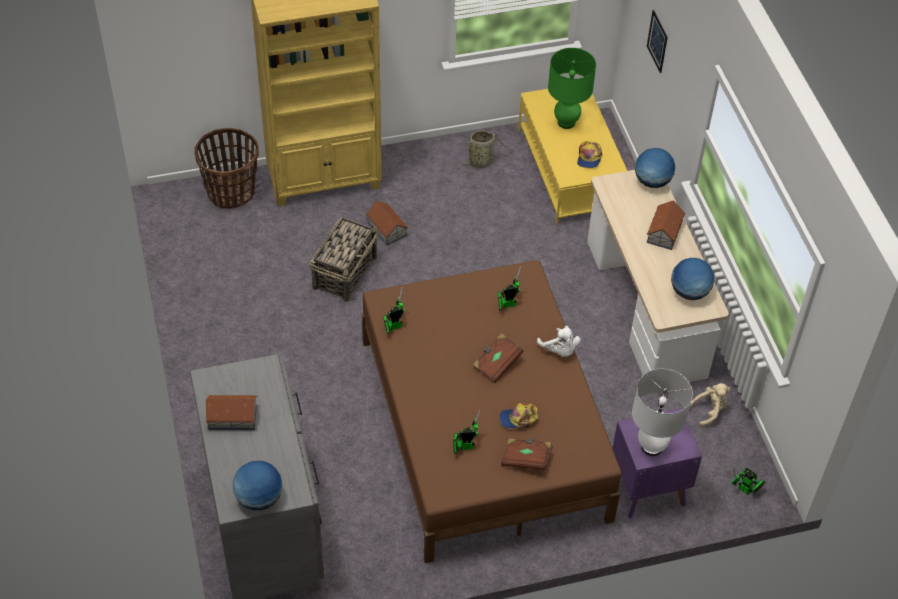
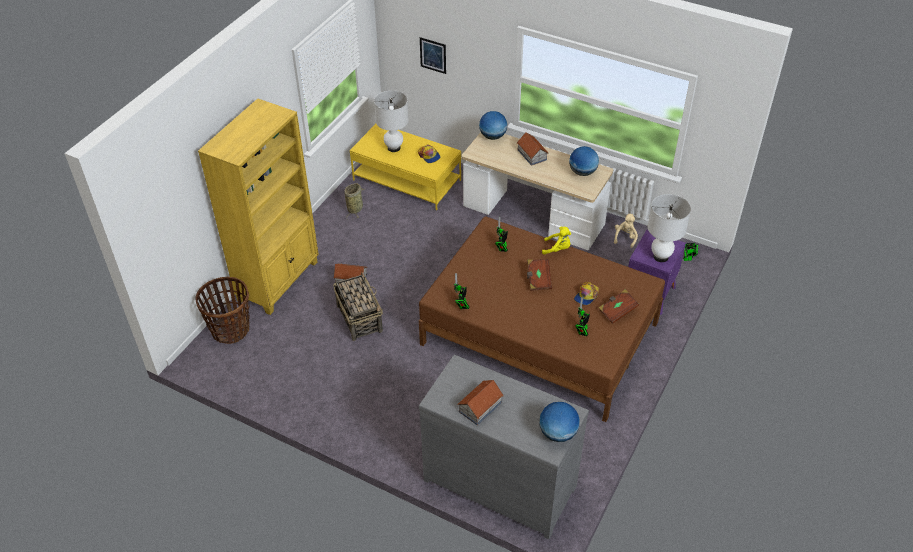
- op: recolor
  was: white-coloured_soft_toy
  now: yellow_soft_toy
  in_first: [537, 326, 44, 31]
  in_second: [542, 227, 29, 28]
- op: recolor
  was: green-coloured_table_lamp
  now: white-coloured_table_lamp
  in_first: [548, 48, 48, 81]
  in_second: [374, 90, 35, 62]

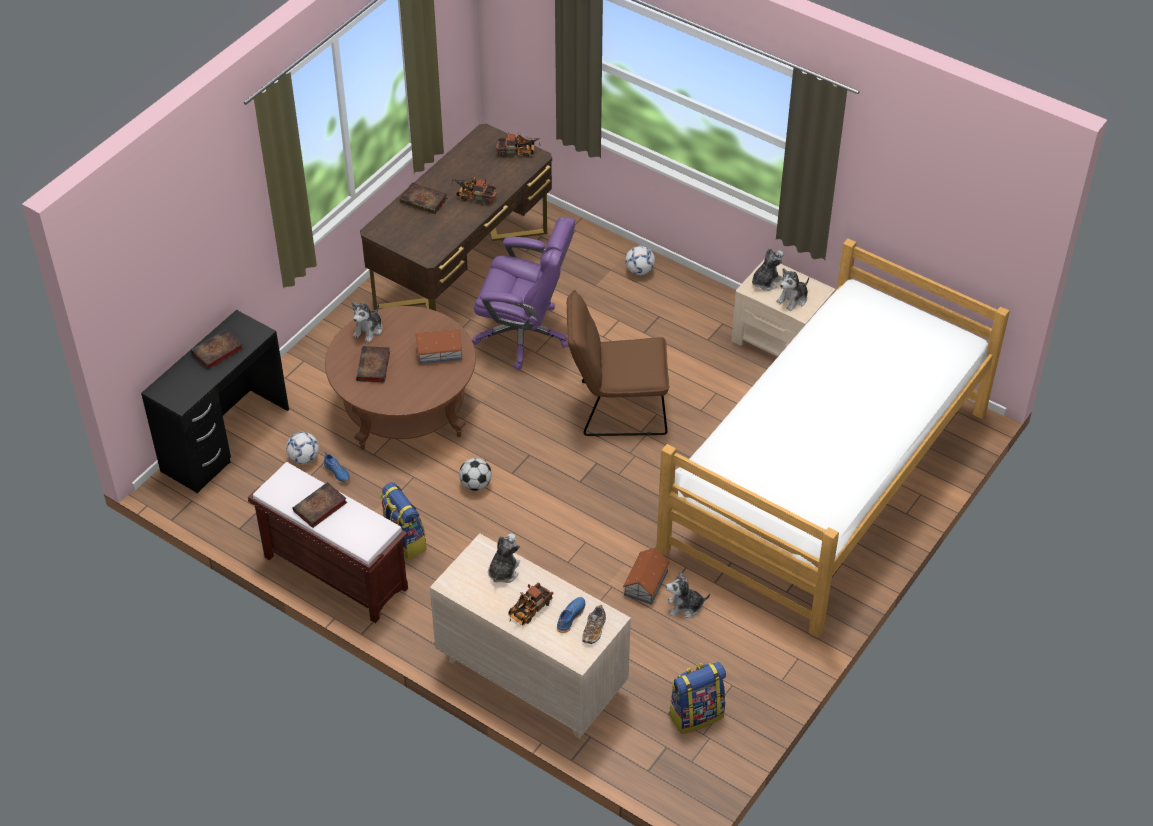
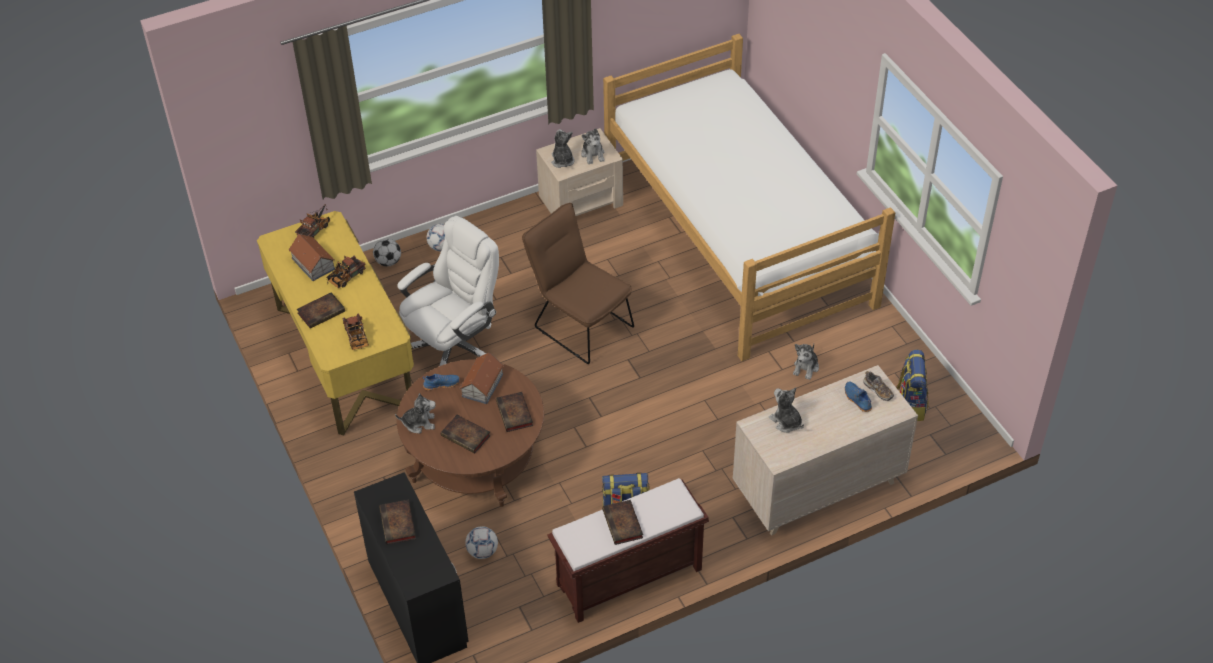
- op: move
  was: bluish_shoe
  in_first: [323, 452, 27, 31]
  in_second: [422, 374, 38, 17]
- op: rotate
  was: soft_toy
  in_first: [351, 302, 32, 40]
  in_second: [395, 393, 41, 41]
  clockwise: -60
- op: recolor
  was: brown_desk_table
  now: yellow_desk_table
  in_first: [360, 124, 192, 187]
  in_second: [257, 211, 157, 224]
- op: move
  was: football
  in_first: [459, 458, 33, 33]
  in_second: [373, 239, 28, 27]
- op: recolor
  was: purplish_office_chair
  now: white-coloured_office_chair
  in_first: [472, 217, 103, 153]
  in_second: [397, 216, 102, 150]
- op: move
  was: toy_lorry
  in_first: [508, 582, 46, 44]
  in_second: [343, 314, 26, 36]
- op: rotate
  was: brown_chair
  in_first: [567, 290, 102, 147]
  in_second: [522, 203, 112, 161]
  clockwise: 105
- op: move
  was: toy_house
  in_first: [623, 547, 47, 57]
  in_second: [289, 234, 46, 47]
- op: insert
  now: book
  in_second: [496, 392, 37, 40]

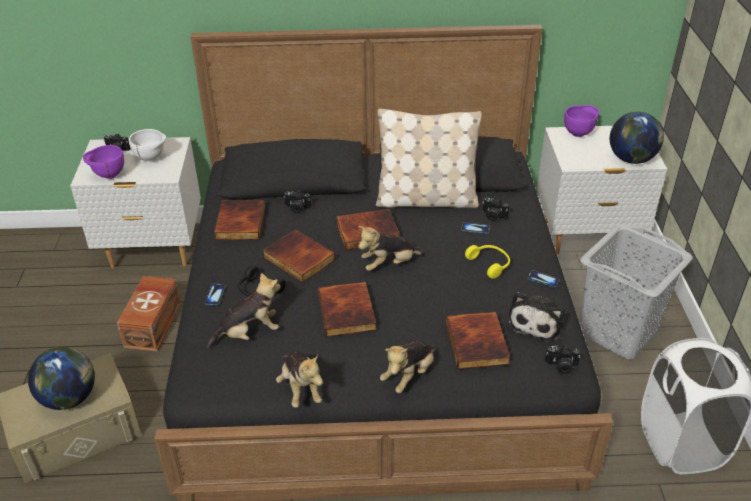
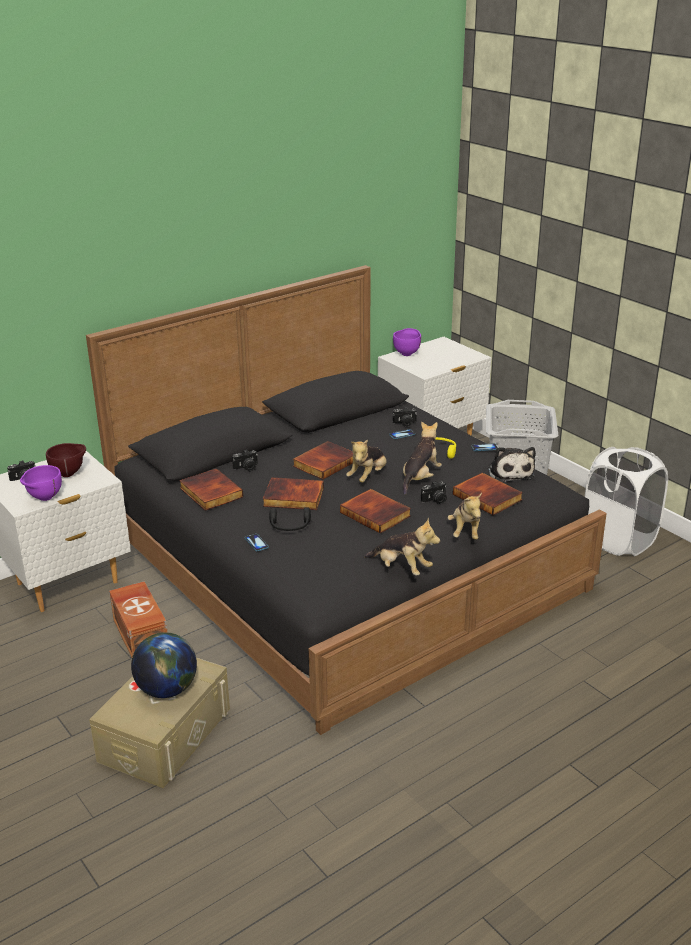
- op: recolor
  was: white-coloured_serving_bowl
  now: brown_serving_bowl
  in_first: [129, 129, 37, 33]
  in_second: [46, 443, 40, 34]
- op: move
  was: soft_toy
  in_first: [207, 272, 74, 76]
  in_second: [403, 422, 39, 73]
- op: delete
  was: beige_pillow
  in_first: [376, 109, 106, 99]
- op: move
  was: photo_camera
  in_first: [545, 345, 36, 30]
  in_second: [421, 481, 26, 23]
- op: delete
  was: globe
  in_first: [610, 112, 54, 52]

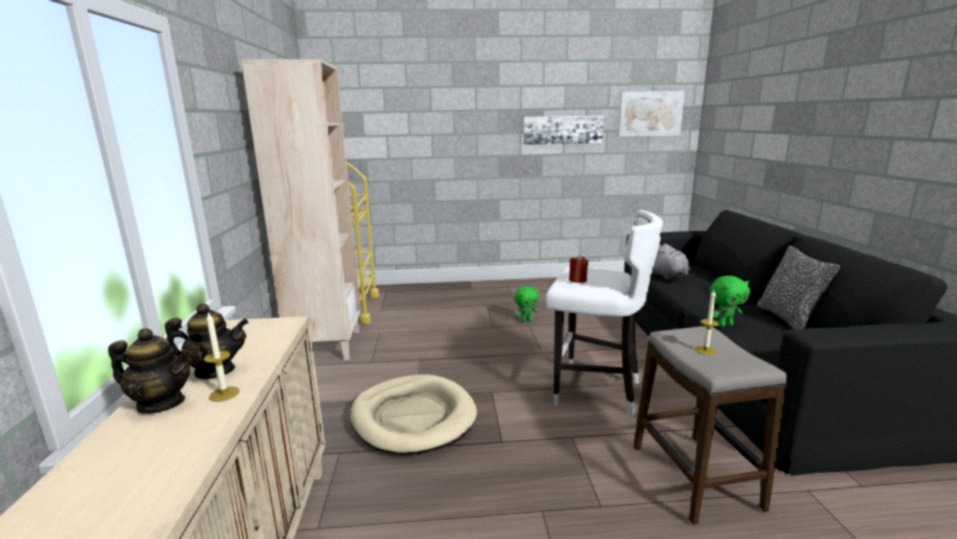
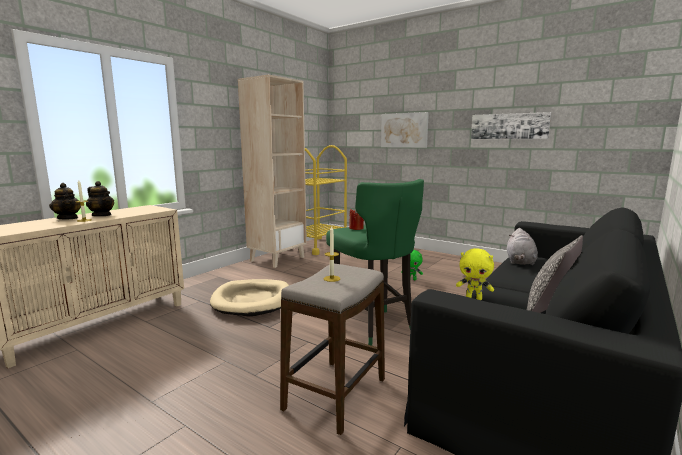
- op: recolor
  was: white-coloured_stool
  now: green-coloured_stool
  in_first: [545, 210, 118, 206]
  in_second: [326, 179, 98, 167]
- op: move
  was: wall_art
  in_first: [618, 91, 67, 46]
  in_second: [381, 112, 48, 36]
- op: recolor
  was: green-coloured_soft_toy
  now: yellow_soft_toy
  in_first: [710, 276, 40, 51]
  in_second: [456, 248, 38, 52]

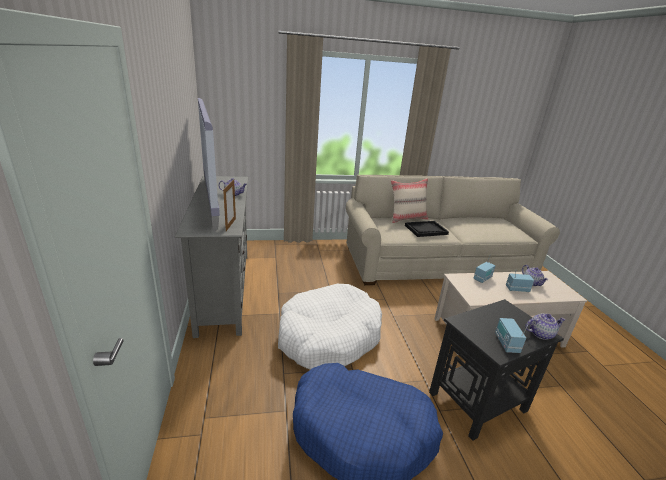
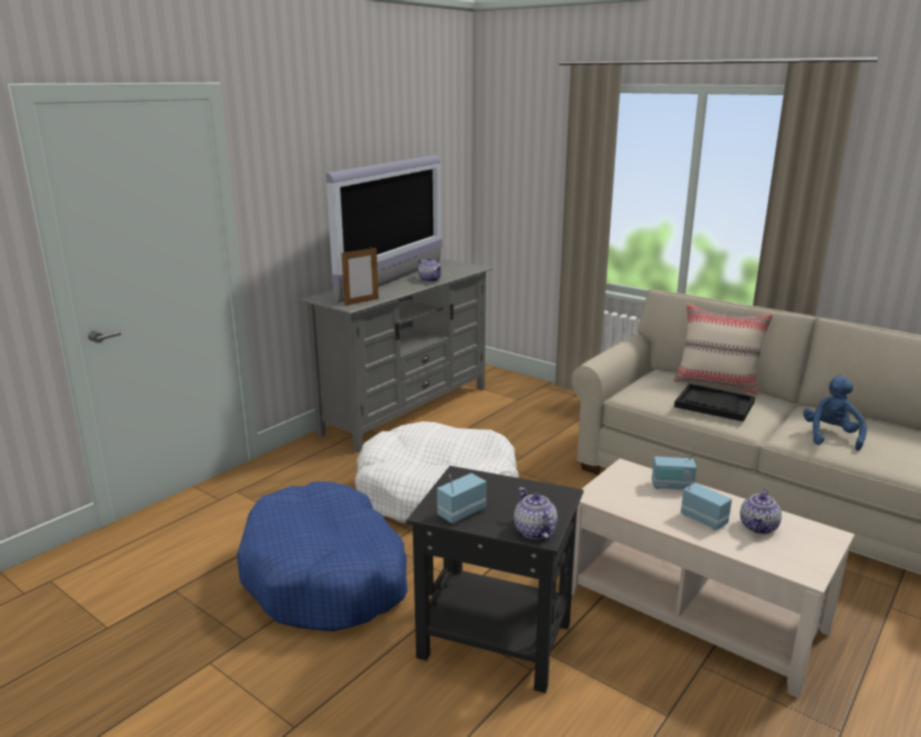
- op: rotate
  was: teapot
  in_first: [525, 313, 41, 27]
  in_second: [514, 487, 43, 52]
  clockwise: -150
- op: insert
  now: bluish_soft_toy
  in_second: [803, 376, 64, 75]

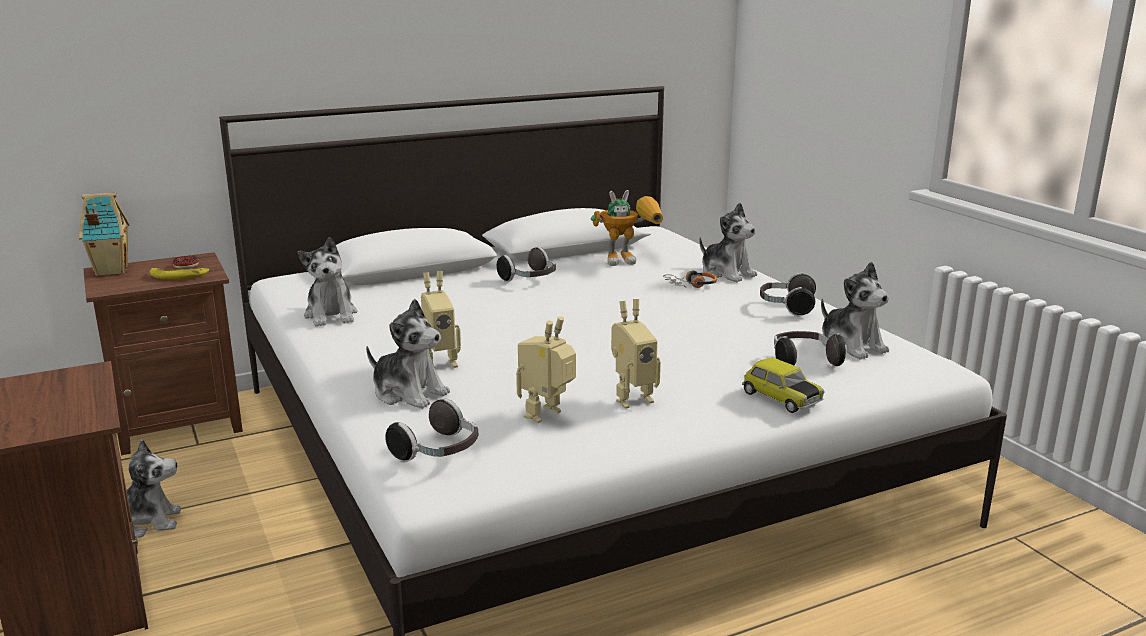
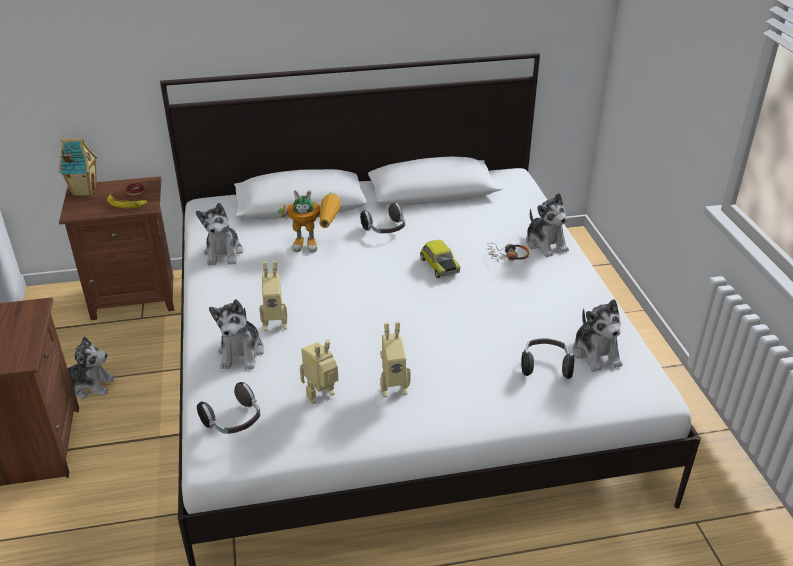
- op: rotate
  was: soft_toy
  in_first: [366, 299, 84, 110]
  in_second: [209, 299, 55, 70]
  clockwise: 45
- op: move
  was: model_robot
  in_first: [591, 190, 72, 76]
  in_second: [278, 190, 63, 63]
- op: move
  was: toy_car
  in_first: [742, 358, 83, 55]
  in_second: [420, 240, 40, 38]
- op: delete
  was: pair_of_headphones
  in_first: [760, 273, 56, 44]

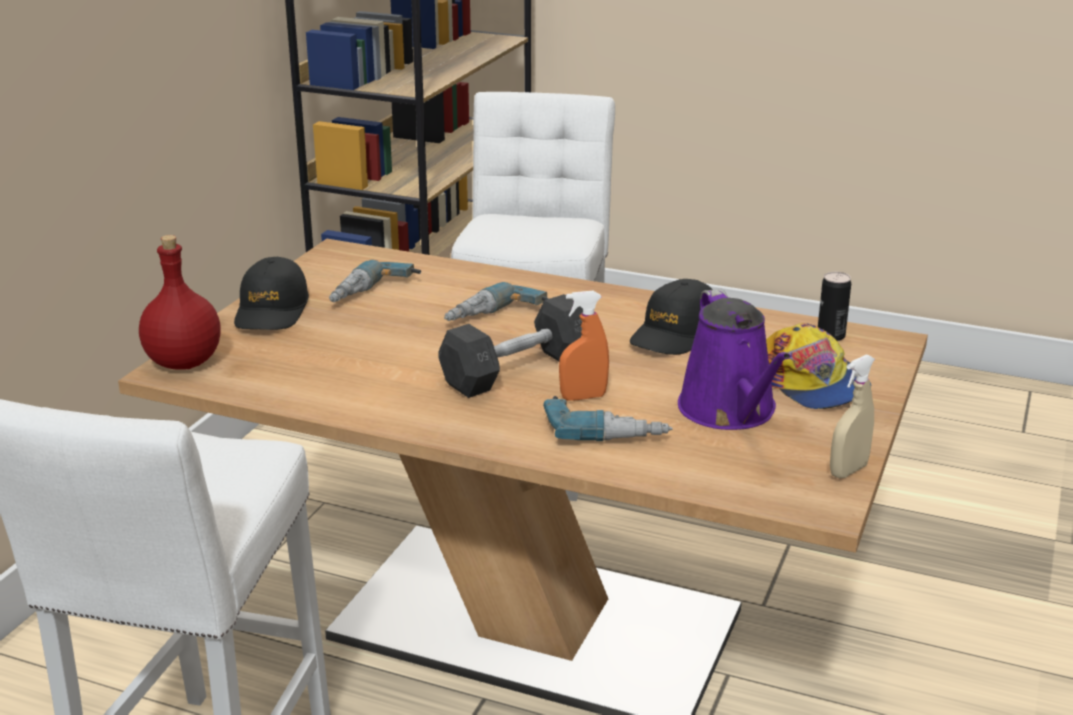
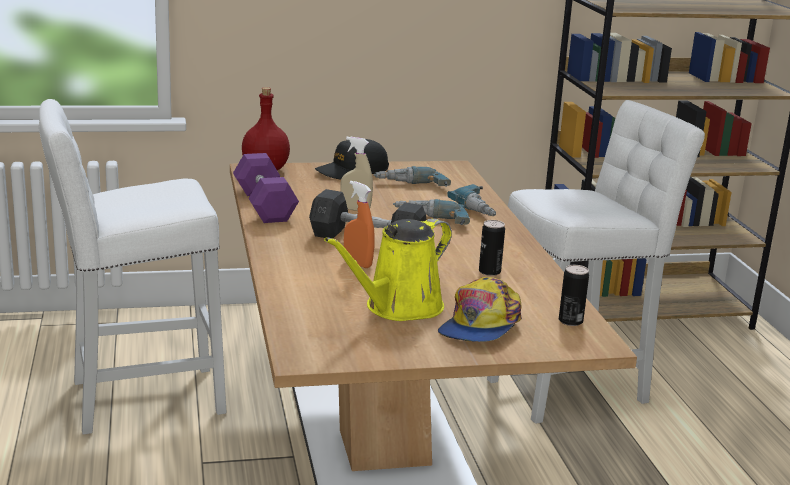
- op: move
  was: electric_drill
  in_first: [543, 396, 129, 45]
  in_second: [447, 184, 49, 32]
- op: replace
  was: blackish_baseball_cap
  now: can
  in_first: [630, 279, 83, 76]
  in_second: [479, 220, 26, 56]
- op: recolor
  was: purplish_watering_can
  now: yellow_watering_can
  in_first: [678, 288, 113, 142]
  in_second: [324, 218, 128, 103]
- op: move
  was: beige_spray_bottle
  in_first: [830, 354, 45, 124]
  in_second: [340, 137, 33, 74]
- op: insert
  now: purplish_hand_weight
  in_second: [233, 153, 66, 70]

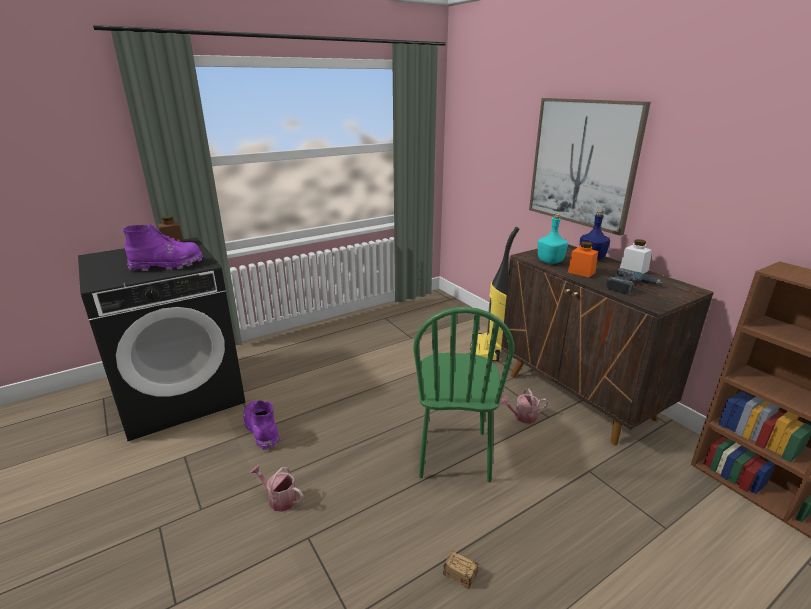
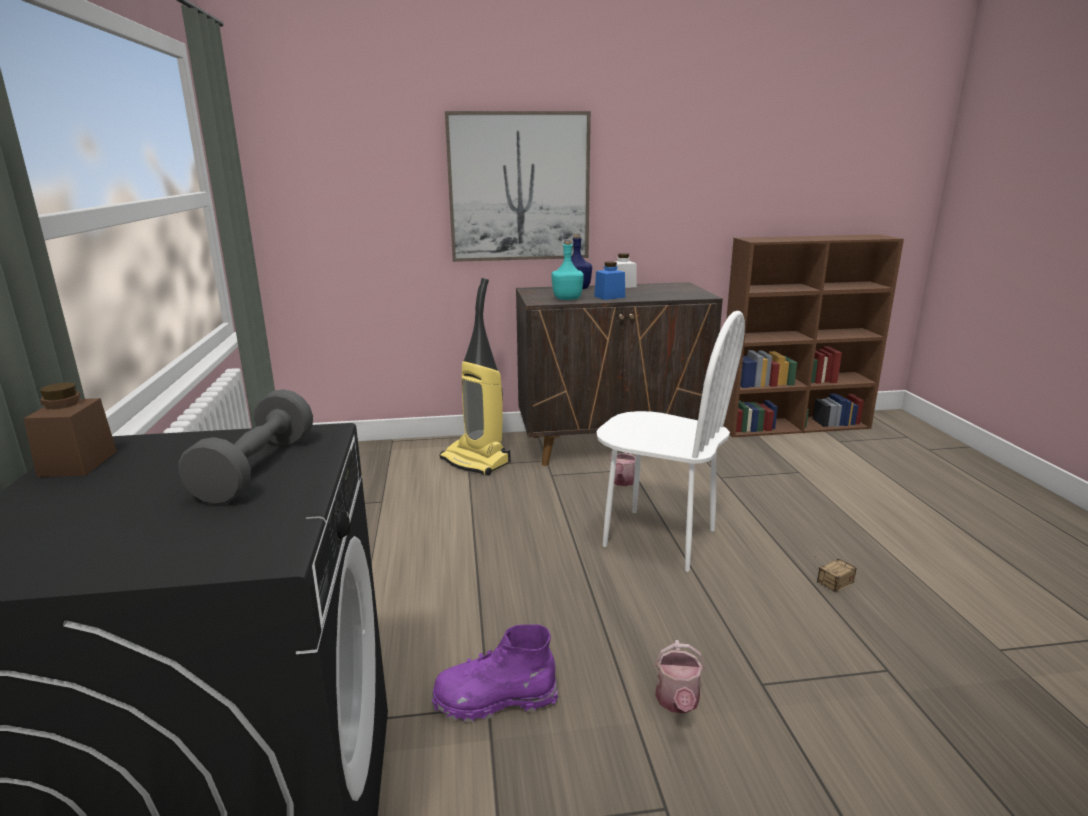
- op: replace
  was: purplish_tall_boot
  now: greyish_hand_weight
  in_first: [123, 224, 80, 47]
  in_second: [179, 389, 134, 116]
- op: rotate
  was: watering_can
  in_first: [250, 464, 54, 48]
  in_second: [655, 640, 50, 73]
  clockwise: -45
- op: recolor
  was: green-coloured_chair
  now: white-coloured_chair
  in_first: [413, 307, 101, 175]
  in_second: [596, 311, 149, 261]
- op: recolor
  was: orange-coloured_storage_jar
  now: bluish_storage_jar
  in_first: [568, 241, 30, 36]
  in_second: [594, 261, 31, 39]
- op: delete
  was: electric_drill
  in_first: [606, 268, 56, 27]

